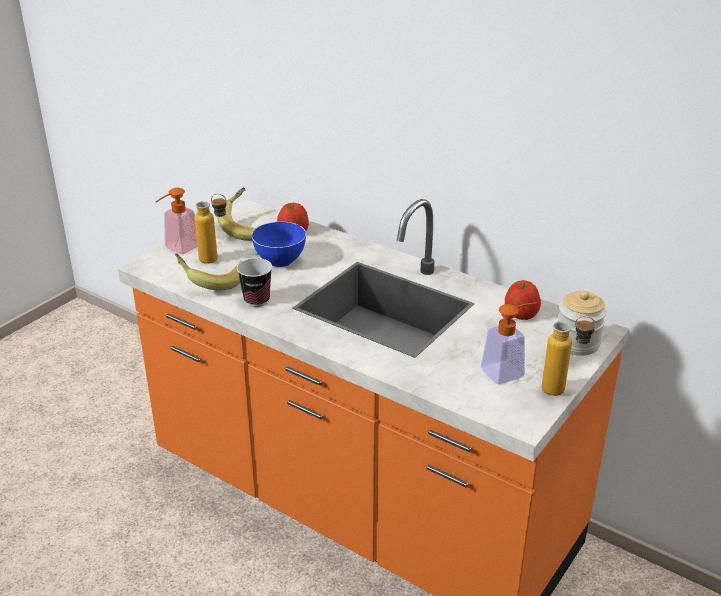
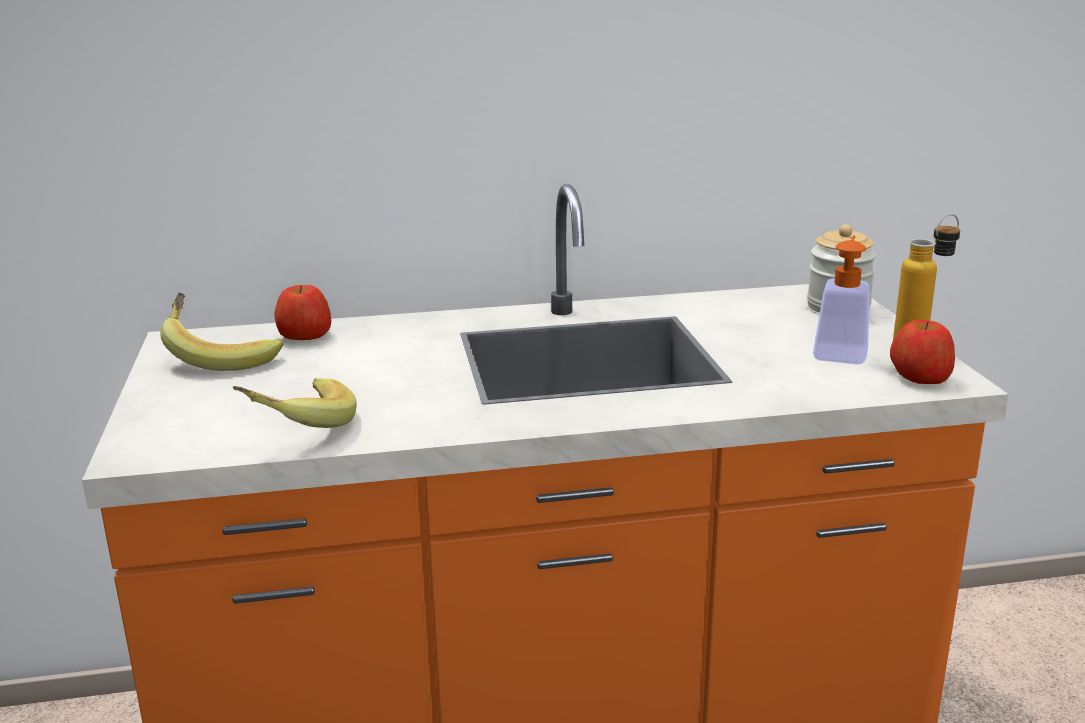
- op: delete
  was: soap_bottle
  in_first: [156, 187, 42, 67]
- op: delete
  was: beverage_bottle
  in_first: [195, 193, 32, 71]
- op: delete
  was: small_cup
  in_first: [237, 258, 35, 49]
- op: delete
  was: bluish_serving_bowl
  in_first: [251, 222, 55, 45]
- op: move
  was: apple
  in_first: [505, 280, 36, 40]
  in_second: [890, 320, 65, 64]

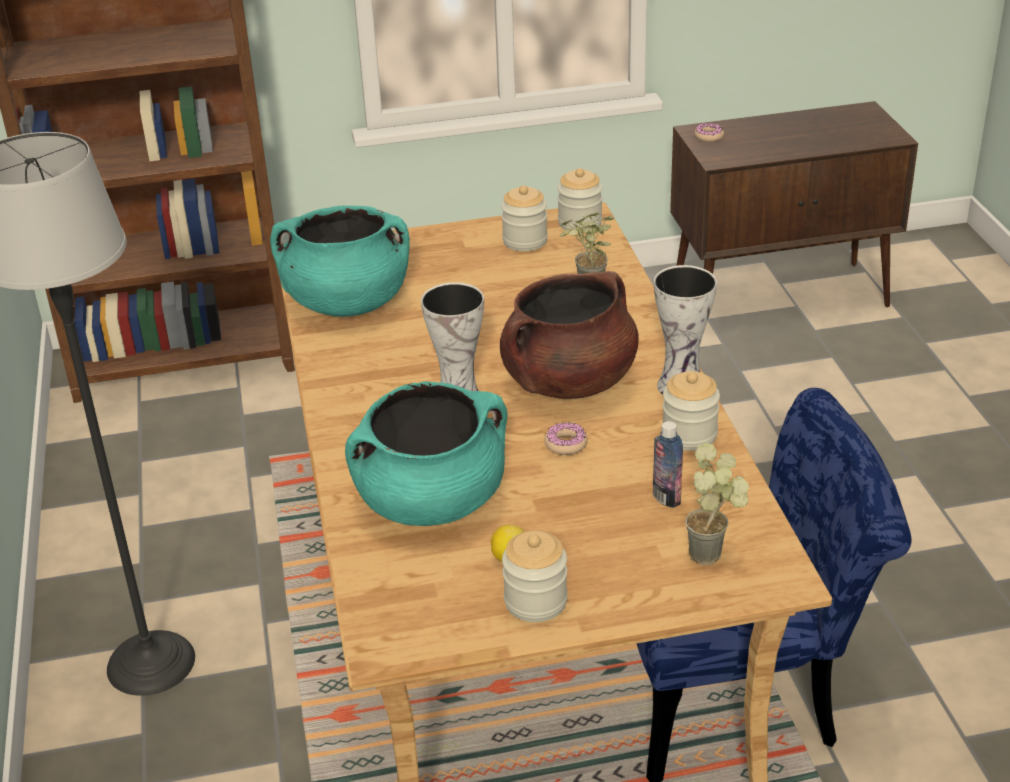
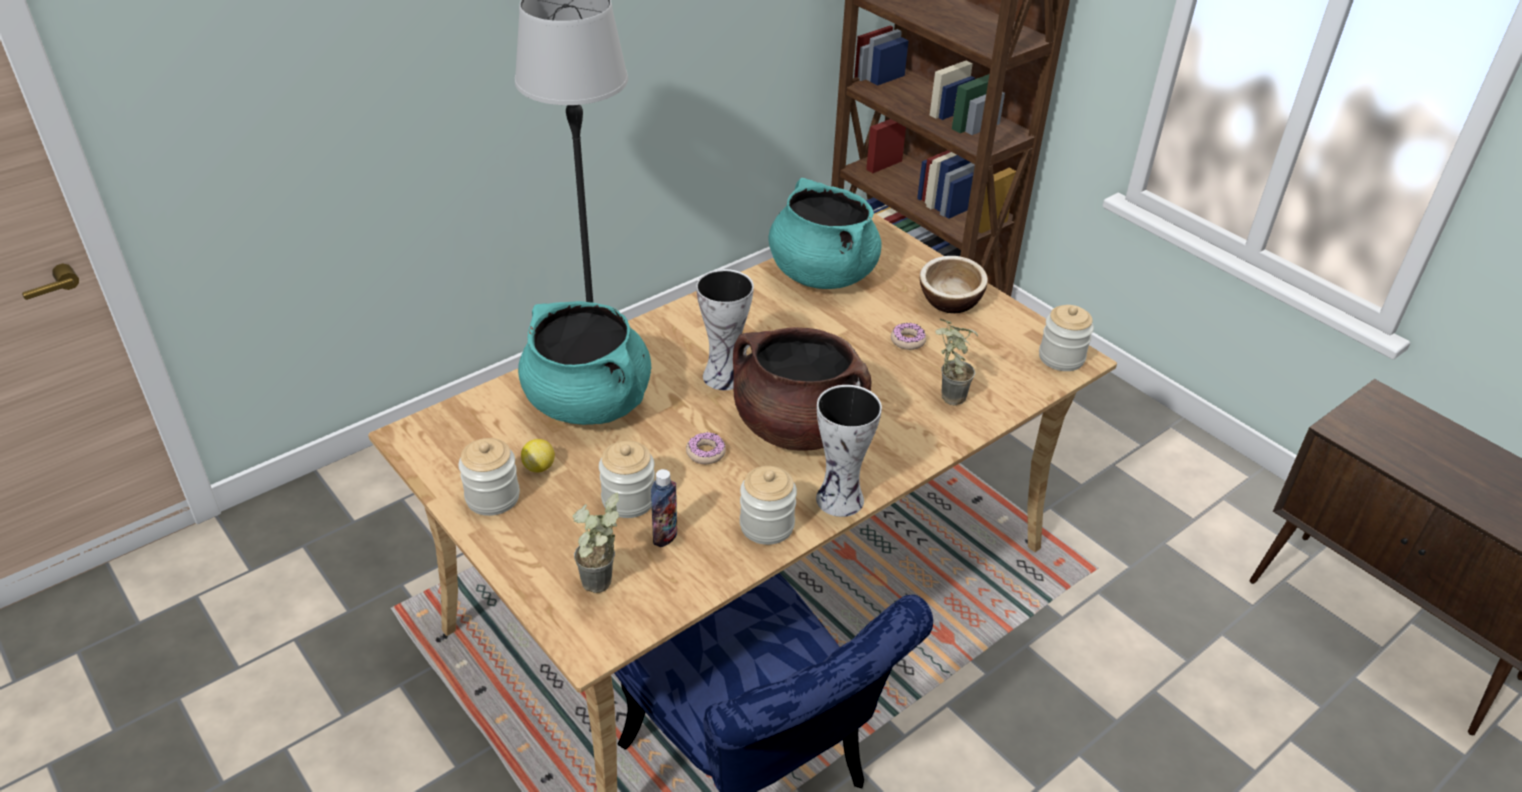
- op: move
  was: storage_jar
  in_first: [501, 185, 47, 66]
  in_second: [599, 441, 56, 77]
- op: move
  was: donut
  in_first: [694, 123, 30, 19]
  in_second: [891, 323, 35, 27]
- op: insert
  now: serving_bowl
  in_second: [920, 256, 68, 57]

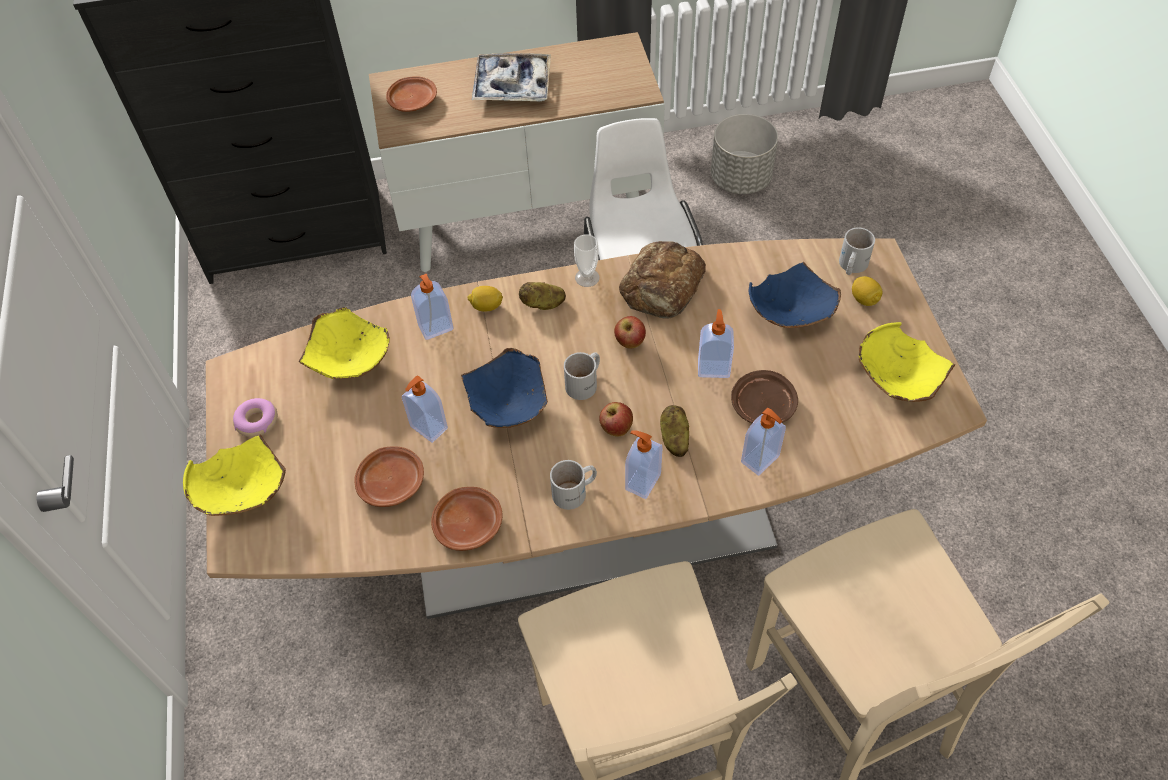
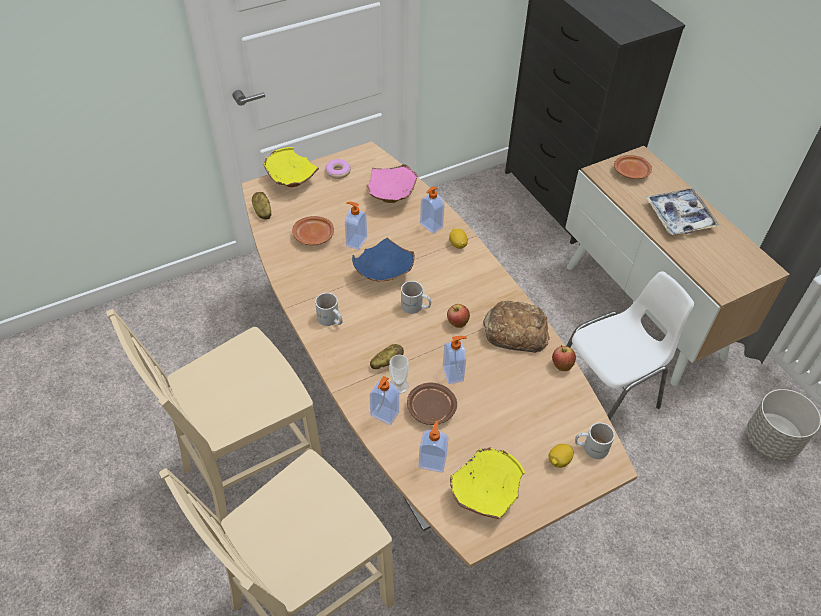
- op: recolor
  was: yellow_serving_bowl
  now: pink-coloured_serving_bowl
  in_first: [299, 307, 91, 72]
  in_second: [367, 164, 50, 39]
- op: delete
  was: brown_plate
  in_first: [431, 487, 71, 64]
- op: move
  was: whole_potato
  in_first: [519, 282, 47, 28]
  in_second: [252, 192, 19, 28]
- op: move
  was: small_cup
  in_first: [574, 234, 26, 53]
  in_second: [389, 355, 20, 39]
- op: move
  was: apple
  in_first: [599, 402, 34, 35]
  in_second: [552, 345, 24, 26]
- op: move
  was: soap_bottle
  in_first: [625, 430, 38, 69]
  in_second: [419, 421, 29, 52]
- op: delete
  was: bluish_serving_bowl
  in_first: [749, 261, 92, 67]

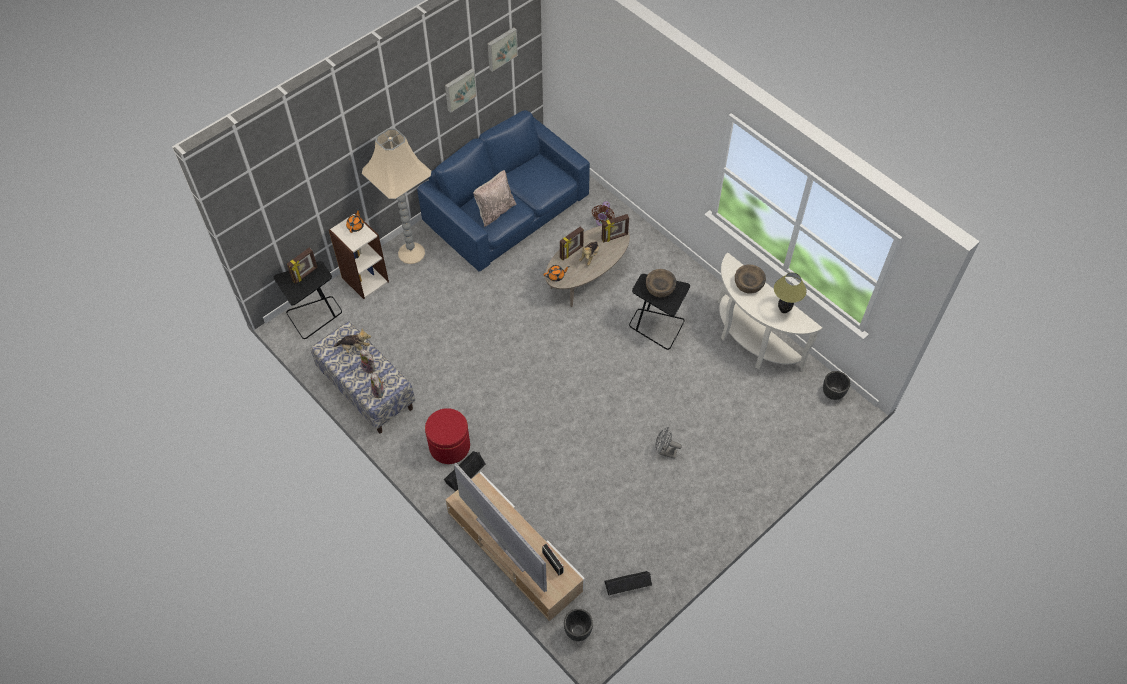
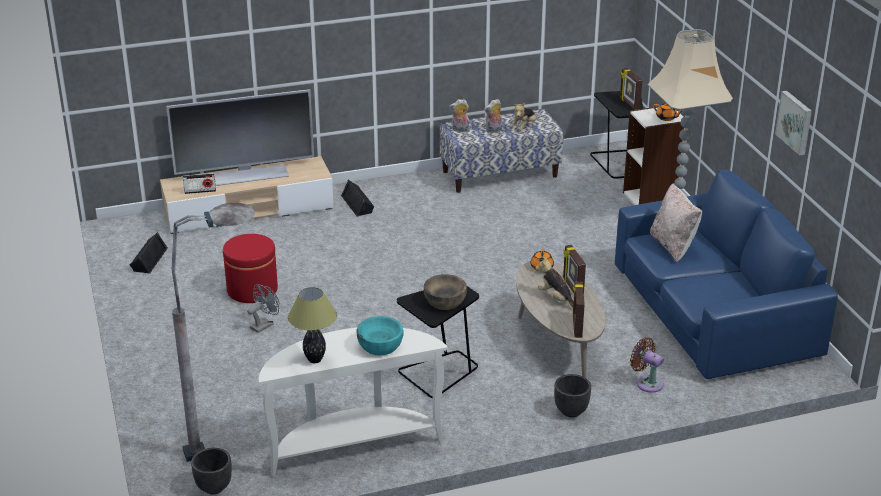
- op: move
  was: reddish_pouffe
  in_first: [425, 408, 45, 56]
  in_second: [223, 234, 55, 69]
- op: delete
  was: wall_art
  in_first: [487, 27, 31, 45]
- op: move
  was: blackish_planter
  in_first: [564, 609, 29, 32]
  in_second: [554, 374, 37, 43]
- op: recolor
  was: brown_serving_bowl
  now: turquoise_serving_bowl
  in_first: [735, 265, 31, 29]
  in_second: [356, 316, 48, 40]
- op: insert
  now: greyish_standard_lamp
  in_second: [172, 202, 83, 260]

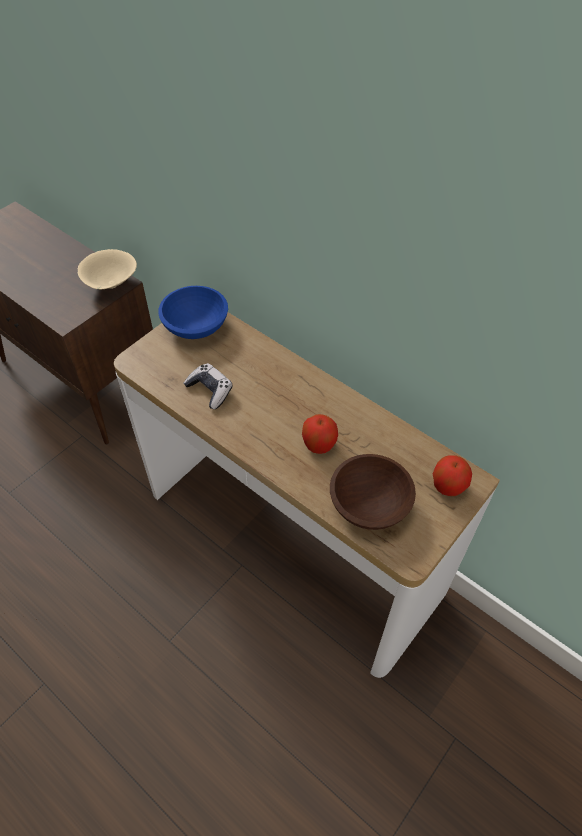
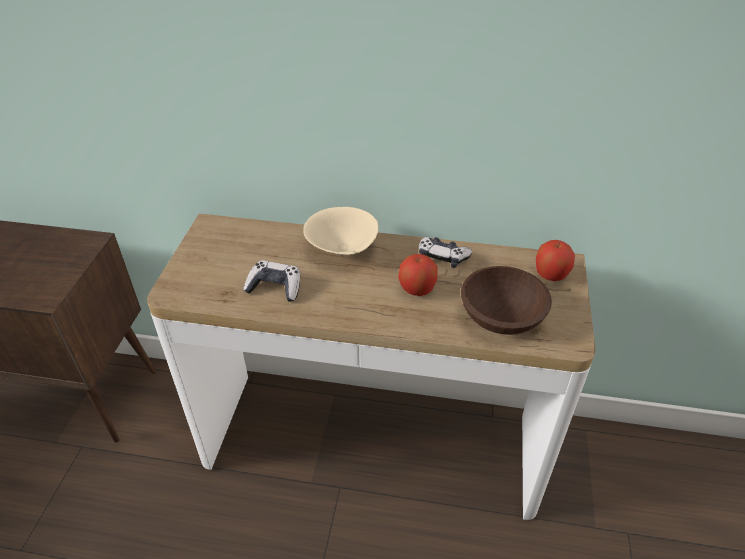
- op: move
  was: beige_serving_bowl
  in_first: [78, 249, 59, 41]
  in_second: [303, 207, 75, 49]
- op: delete
  was: bluish_serving_bowl
  in_first: [158, 286, 70, 53]
- op: insert
  now: gamepad
  in_second: [419, 237, 53, 31]

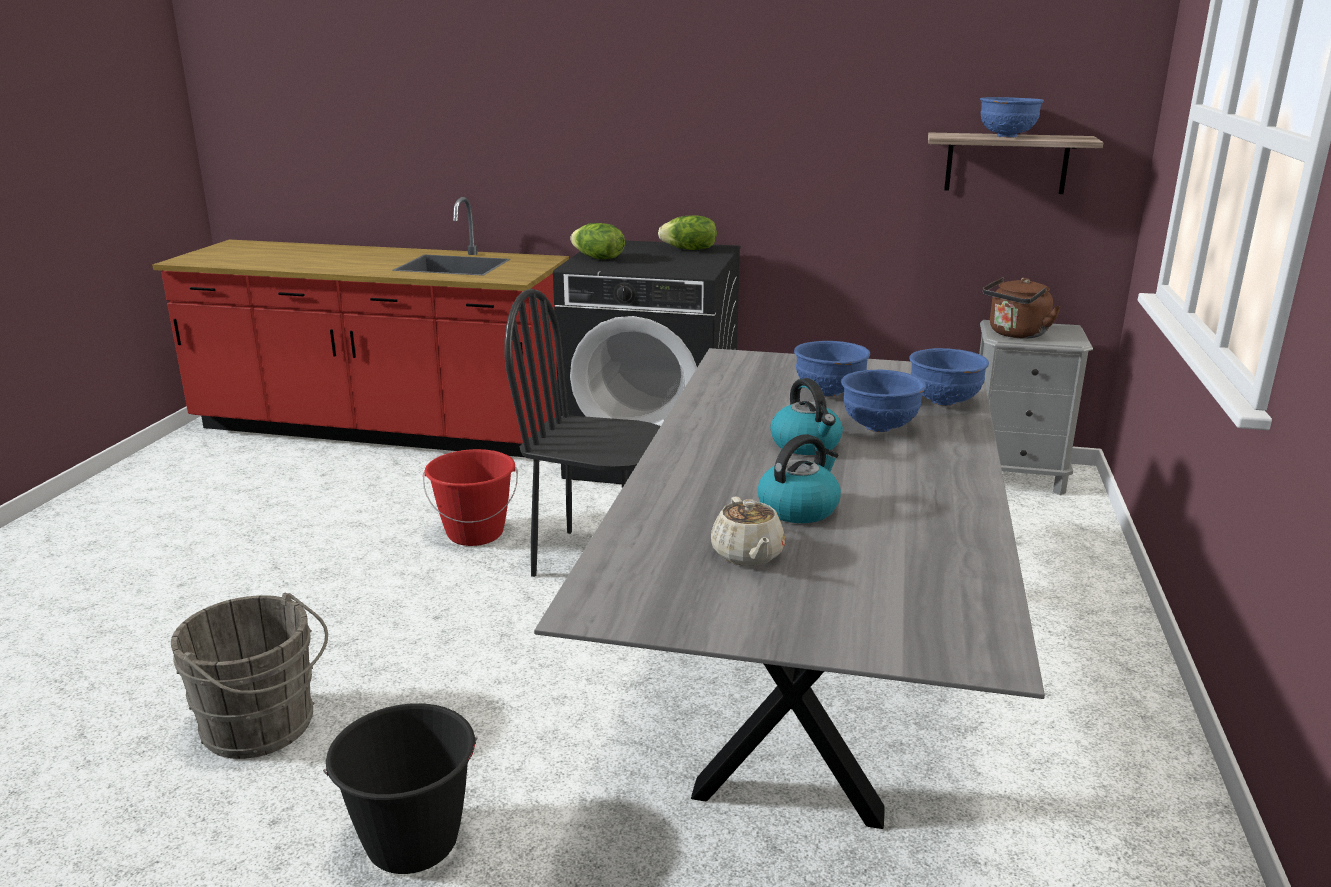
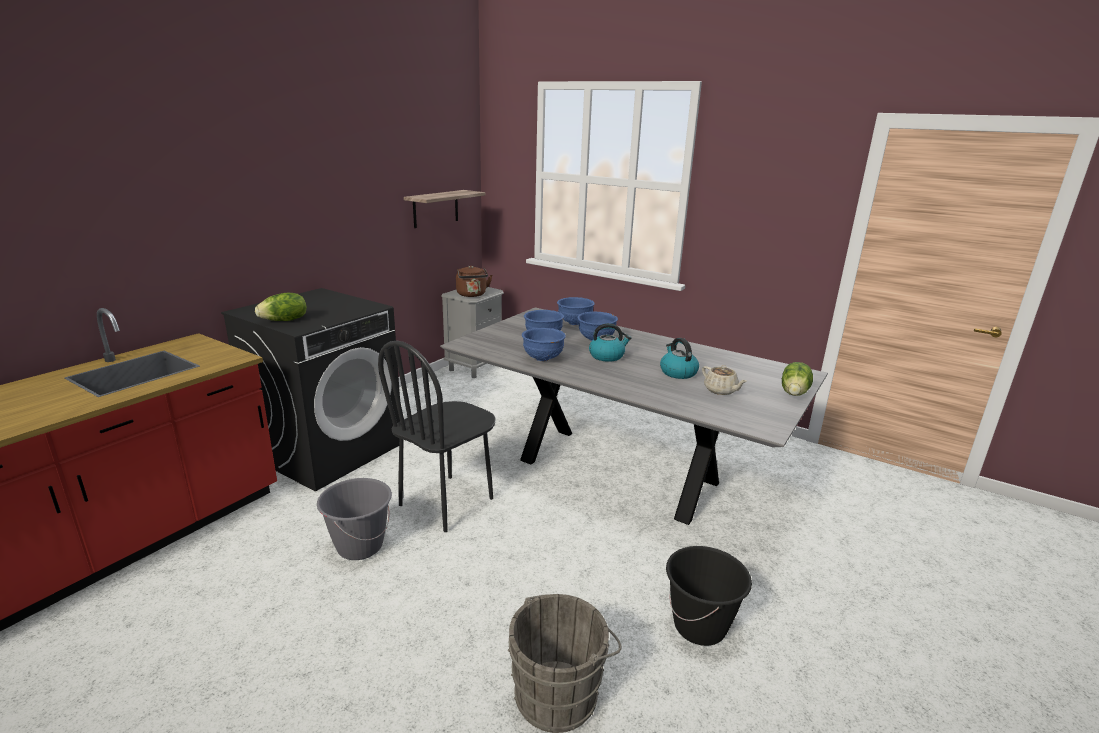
- op: recolor
  was: reddish_bucket
  now: greyish_bucket
  in_first: [423, 449, 95, 97]
  in_second: [317, 478, 75, 82]
- op: move
  was: head_of_lettuce
  in_first: [658, 215, 59, 35]
  in_second: [782, 362, 31, 34]
- op: rotate
  was: beige_teapot
  in_first: [711, 497, 74, 69]
  in_second: [702, 365, 45, 30]
  clockwise: 45
- op: move
  was: bluish_serving_bowl
  in_first: [980, 97, 64, 41]
  in_second: [522, 328, 44, 33]

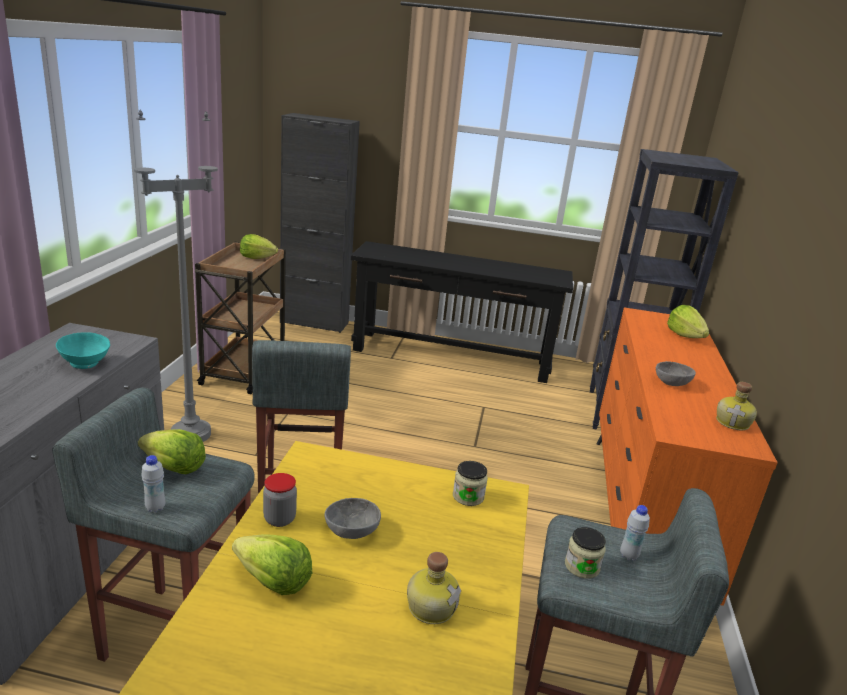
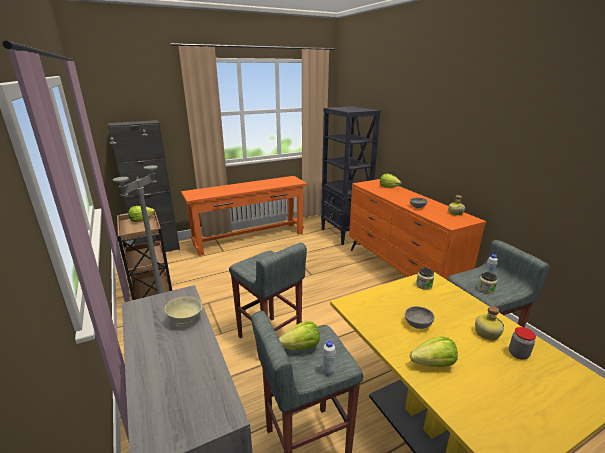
- op: recolor
  was: turquoise_serving_bowl
  now: beige_serving_bowl
  in_first: [56, 332, 54, 37]
  in_second: [164, 296, 38, 29]
- op: move
  was: storage_jar
  in_first: [263, 473, 34, 54]
  in_second: [509, 327, 27, 33]
- op: recolor
  was: blackish_console_table
  now: orange-coloured_console_table
  in_first: [351, 241, 222, 142]
  in_second: [181, 176, 126, 80]

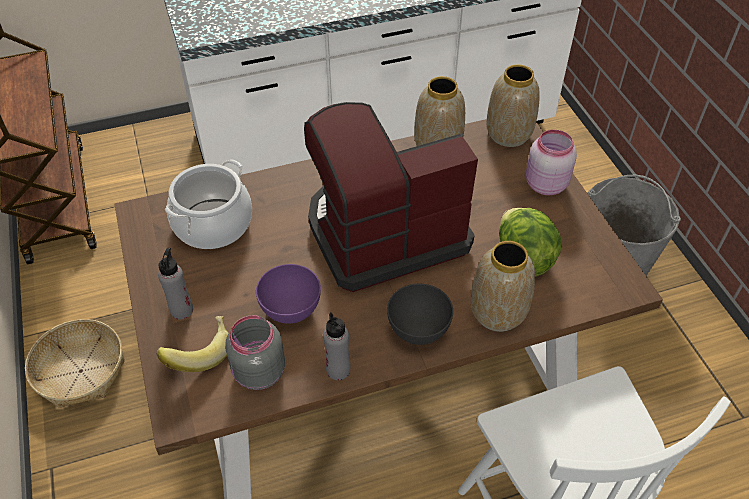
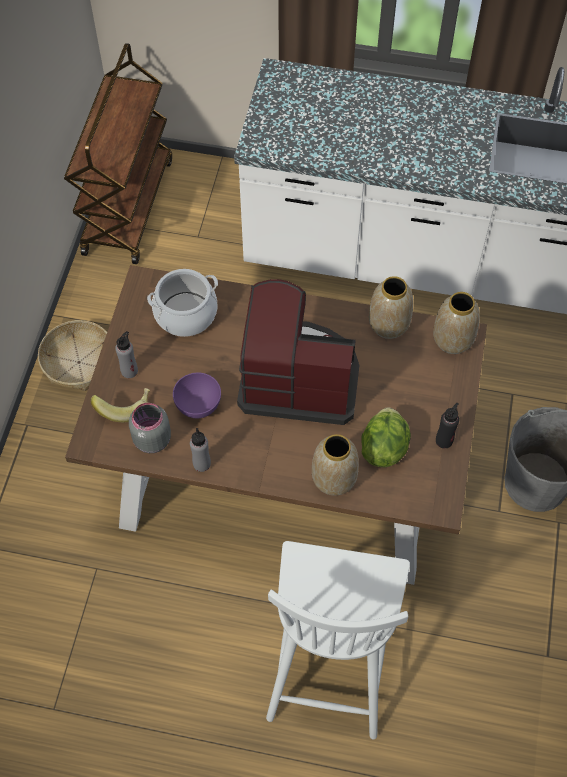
- op: delete
  was: greyish_serving_bowl
  in_first: [387, 284, 66, 61]
- op: delete
  was: pink-coloured_storage_jar
  in_first: [526, 129, 51, 67]
- op: insert
  now: blackish_beverage_bottle
  in_second: [436, 403, 23, 46]

